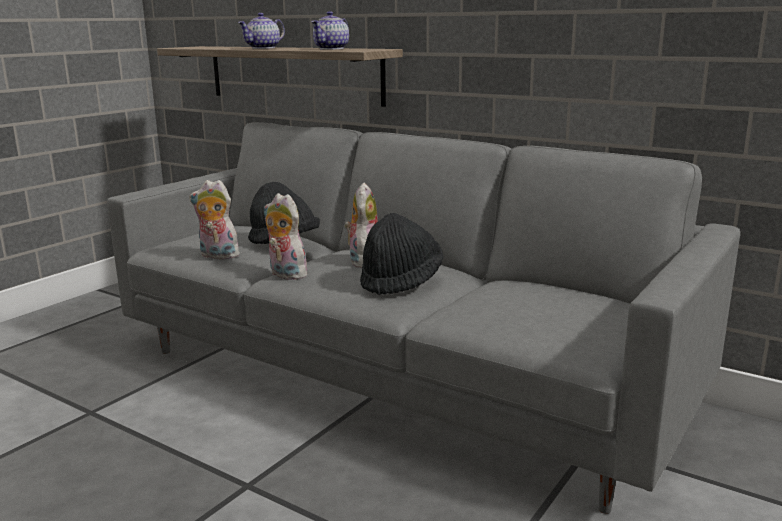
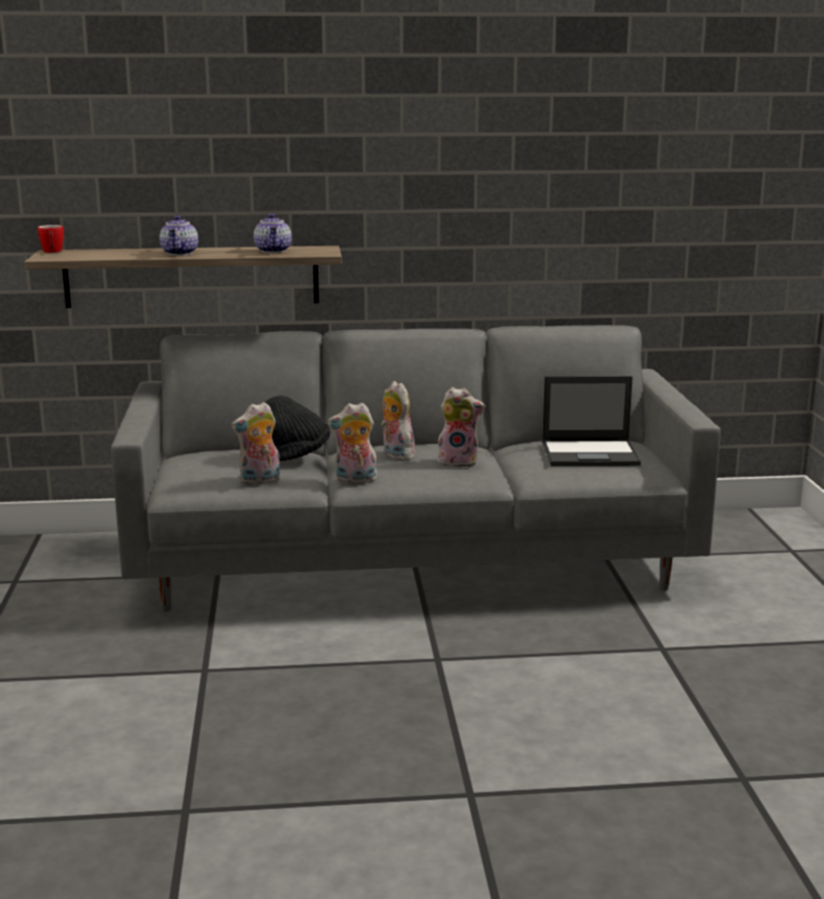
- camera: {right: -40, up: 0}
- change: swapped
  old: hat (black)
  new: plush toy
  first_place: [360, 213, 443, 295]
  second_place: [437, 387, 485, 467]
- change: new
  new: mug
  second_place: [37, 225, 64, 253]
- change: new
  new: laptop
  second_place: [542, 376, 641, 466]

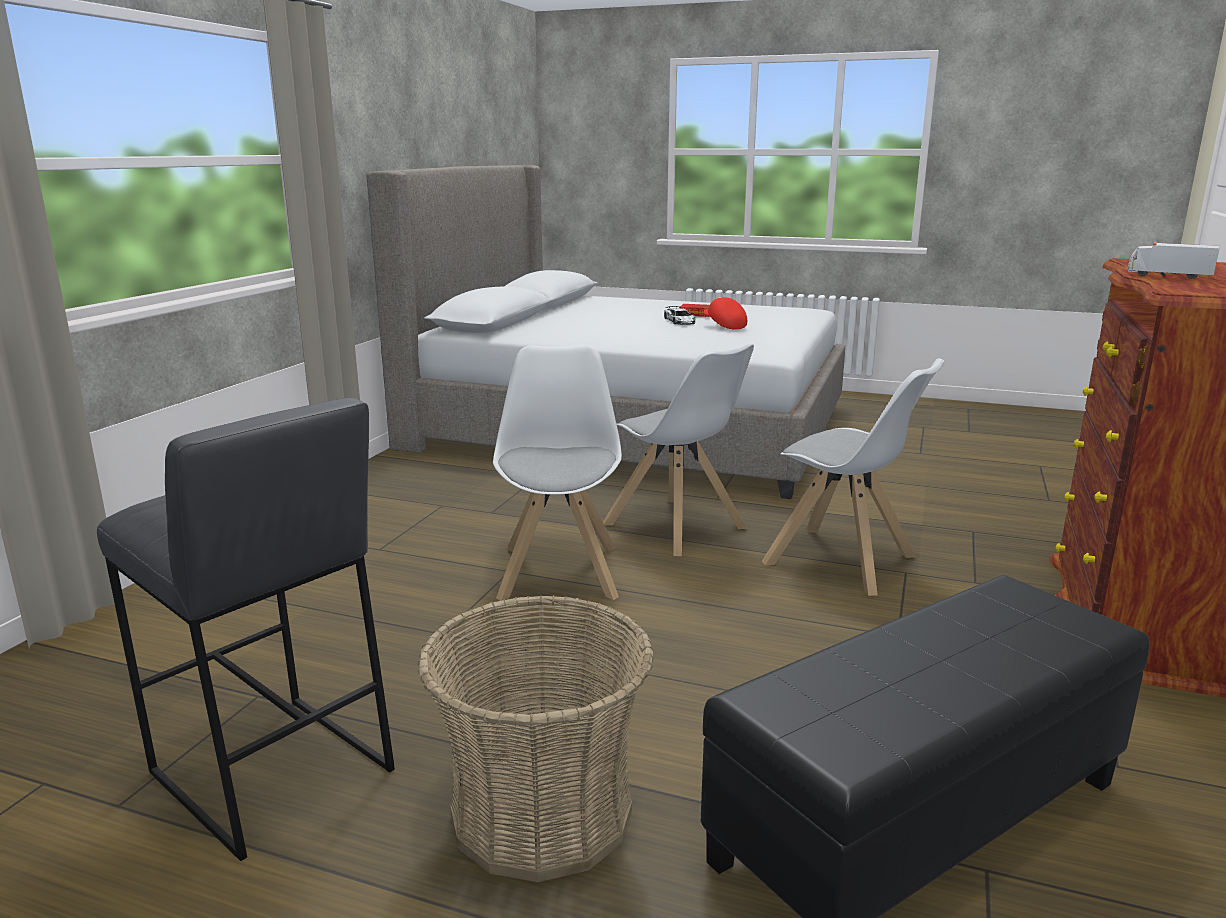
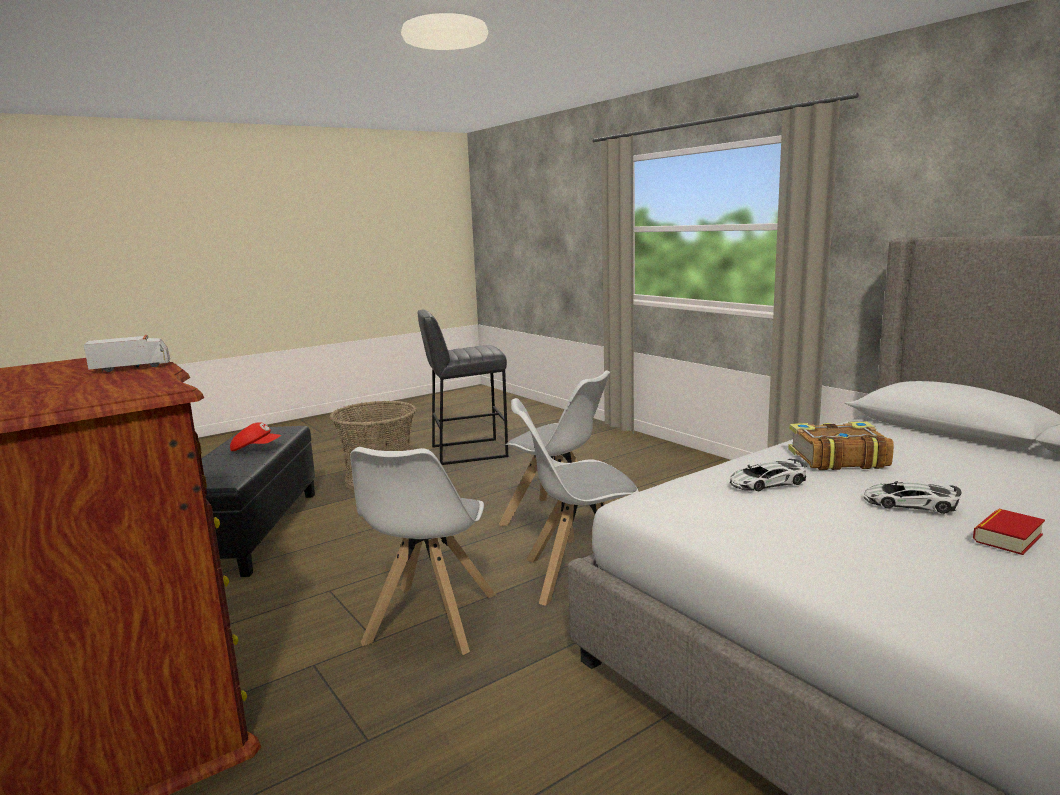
- camera: {right: 125, up: -5}
- change: shifted
  old: cap (red)
  first_place: [703, 297, 747, 330]
  second_place: [230, 422, 281, 451]
- change: rotated
  old: chair
  first_place: [761, 358, 945, 596]
  second_place: [350, 447, 496, 655]
  degrees: -60
- change: new
  new: toy car
  second_place: [730, 459, 807, 491]
- change: new
  new: book
  second_place: [788, 421, 894, 470]

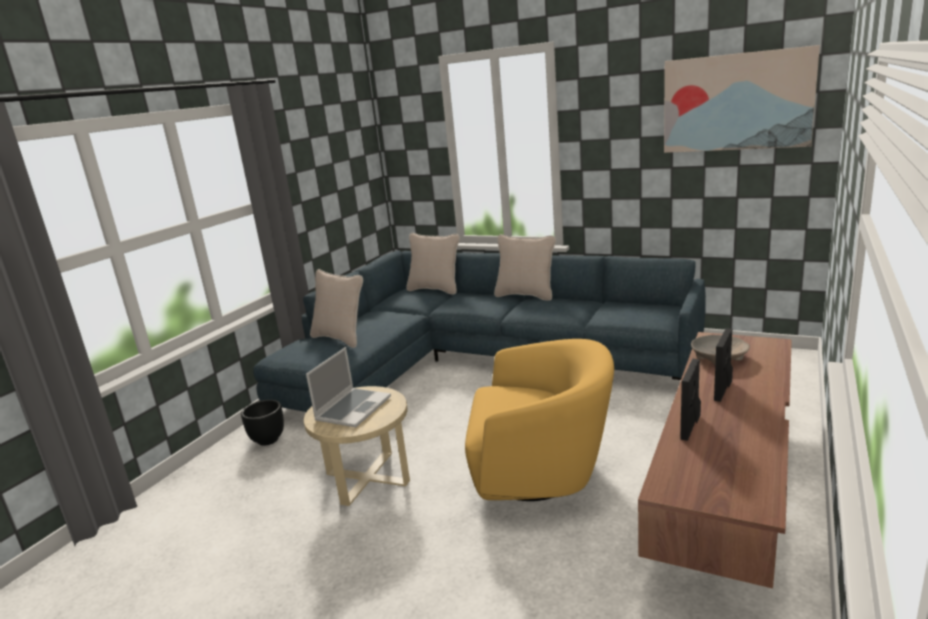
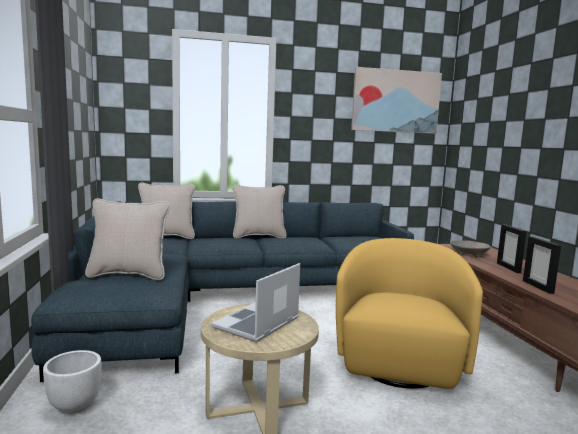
- camera: {right: -40, up: -10}
- change: repainted
  old: planter (black)
  new: planter (white)
  first_place: [241, 400, 284, 446]
  second_place: [43, 350, 102, 414]
- change: rotated
  old: laptop
  first_place: [306, 347, 391, 427]
  second_place: [211, 263, 300, 342]
  degrees: -135
- change: rotated
  old: armchair (yellow)
  first_place: [465, 339, 614, 501]
  second_place: [336, 238, 483, 389]
  degrees: -45

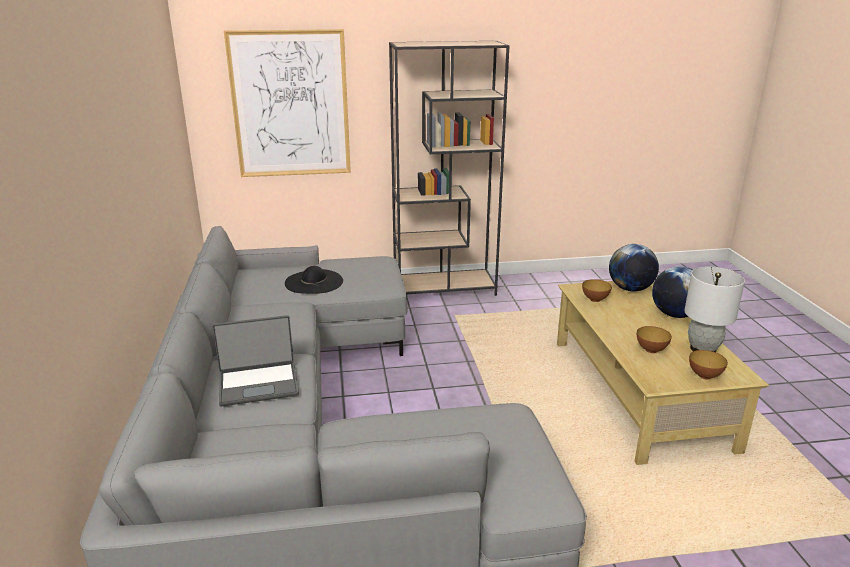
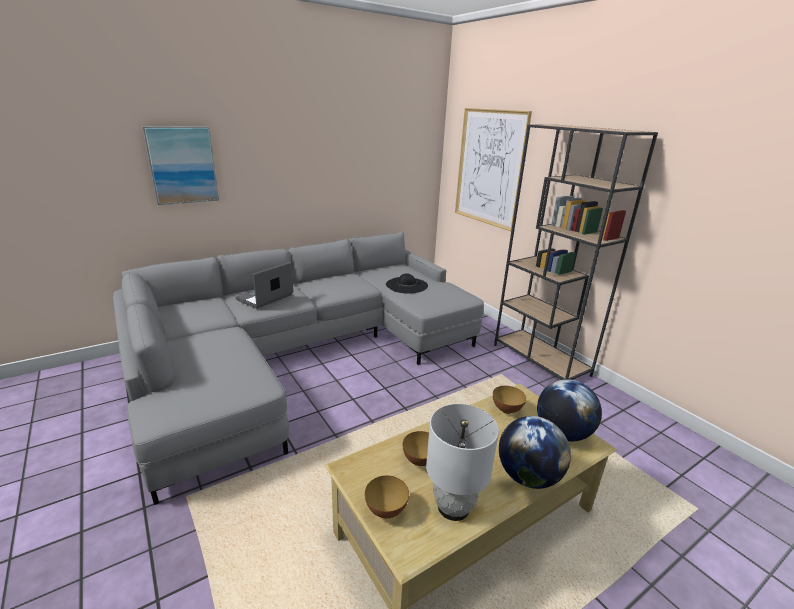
- camera: {right: 65, up: 0}
- change: rotated
  old: laptop
  first_place: [213, 315, 299, 407]
  second_place: [235, 262, 293, 309]
  degrees: 75
- change: new
  new: picture
  second_place: [142, 126, 219, 205]

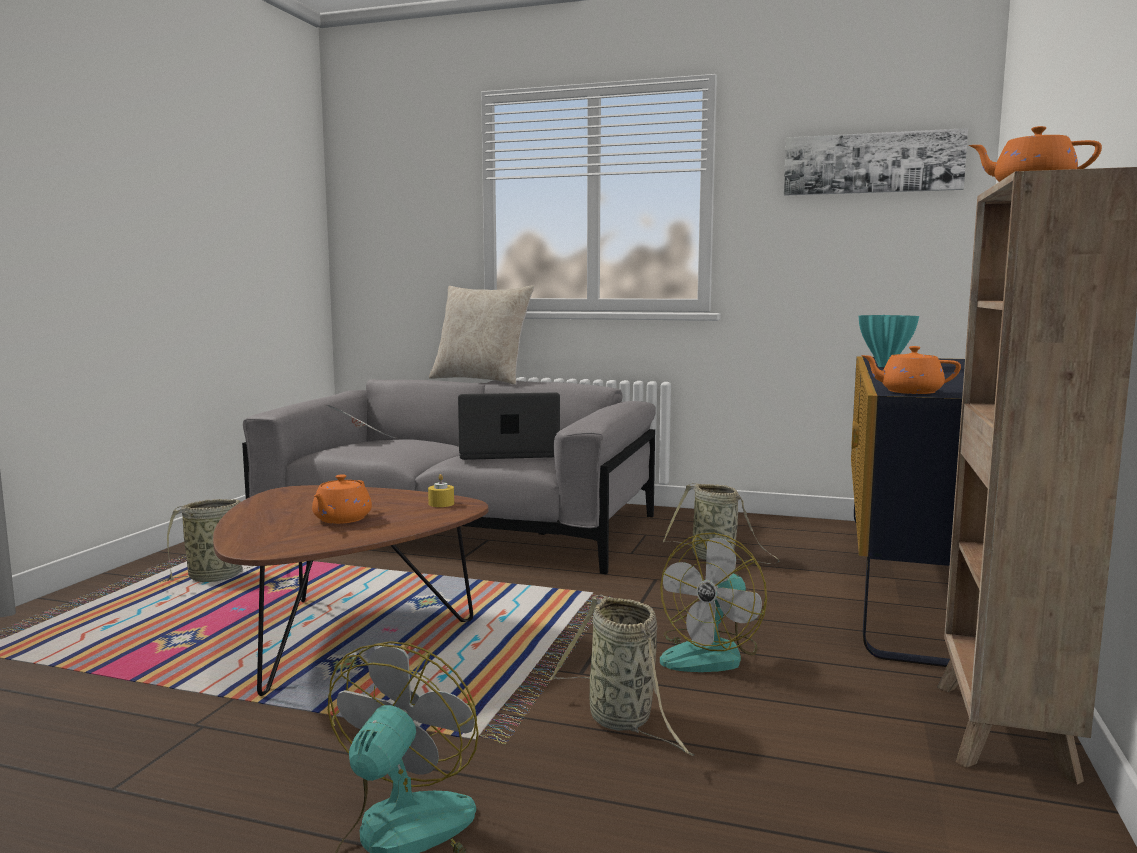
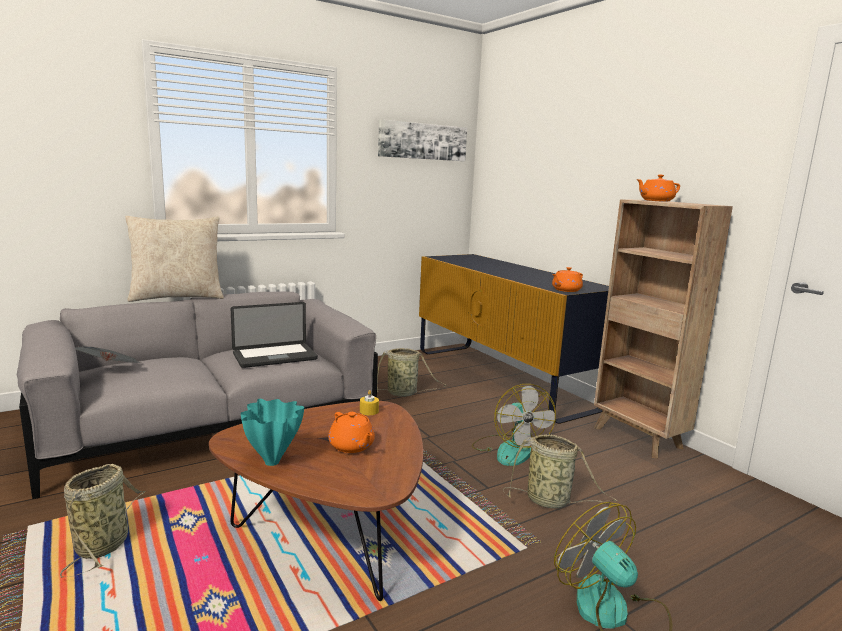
- camera: {right: -50, up: 5}
- change: rotated
  old: laptop
  first_place: [458, 392, 560, 460]
  second_place: [231, 302, 318, 368]
  degrees: -150
- change: shifted
  old: vase (turquoise)
  first_place: [859, 315, 919, 367]
  second_place: [241, 399, 304, 466]

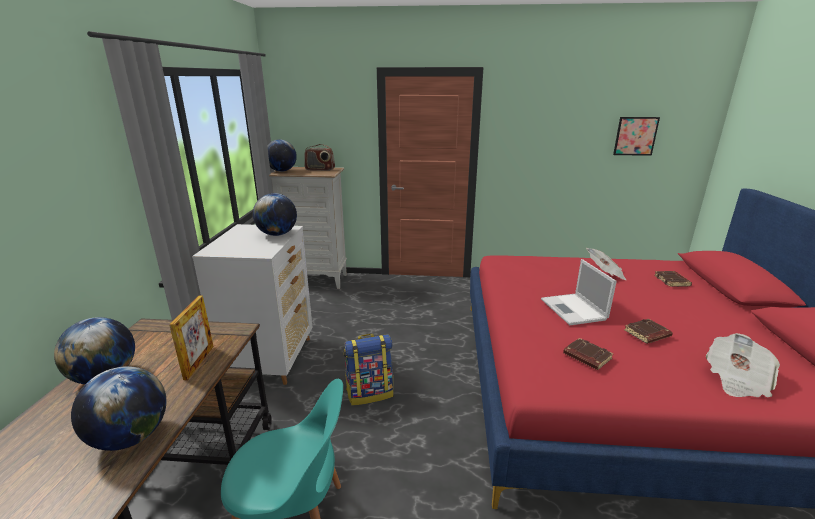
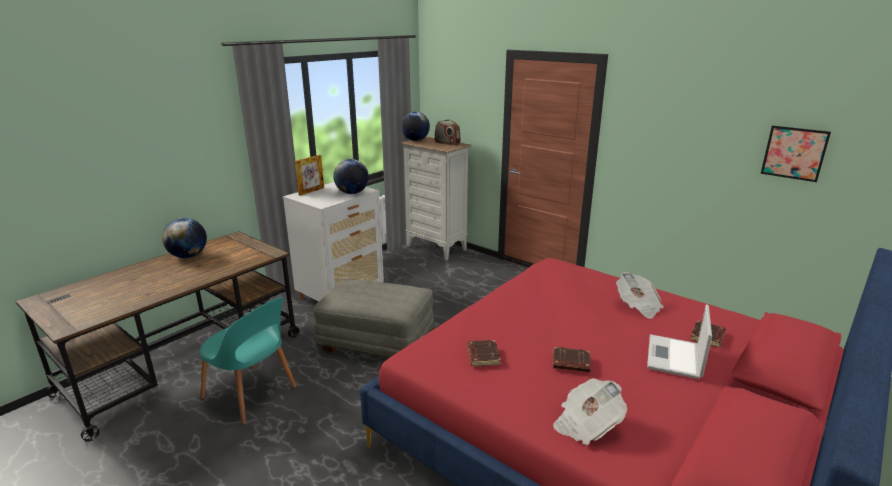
- camera: {right: 35, up: 0}
- change: gone
  old: globe
  first_place: [71, 366, 167, 451]
- change: shifted
  old: picture frame
  first_place: [169, 295, 214, 380]
  second_place: [295, 155, 324, 196]
- change: swapped
  old: backpack
  new: ottoman (grey)
  first_place: [344, 334, 394, 406]
  second_place: [314, 279, 434, 358]
- change: shifted
  old: laptop
  first_place: [541, 259, 617, 325]
  second_place: [647, 304, 712, 379]

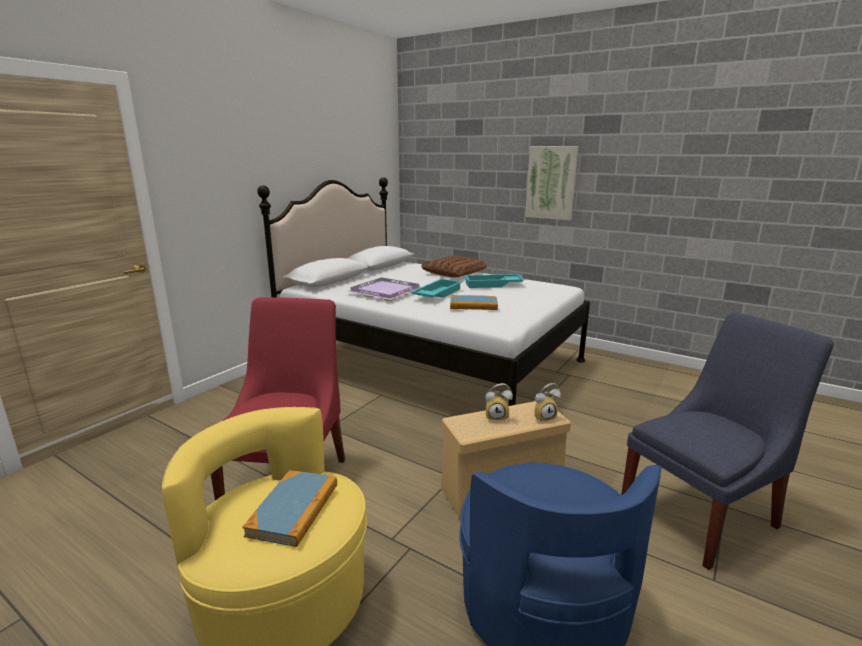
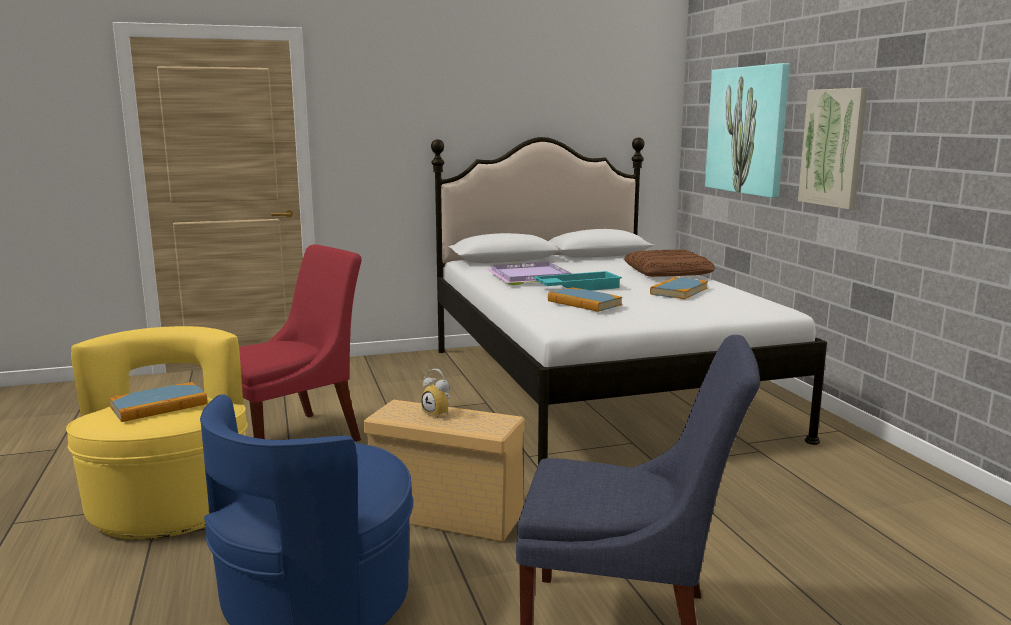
- camera: {right: 40, up: -5}
- change: swapped
  old: tray (turquoise)
  new: book
  first_place: [465, 274, 524, 288]
  second_place: [650, 277, 708, 299]
- change: gone
  old: alarm clock
  first_place: [534, 383, 561, 422]
- change: new
  new: picture
  second_place: [705, 63, 790, 198]

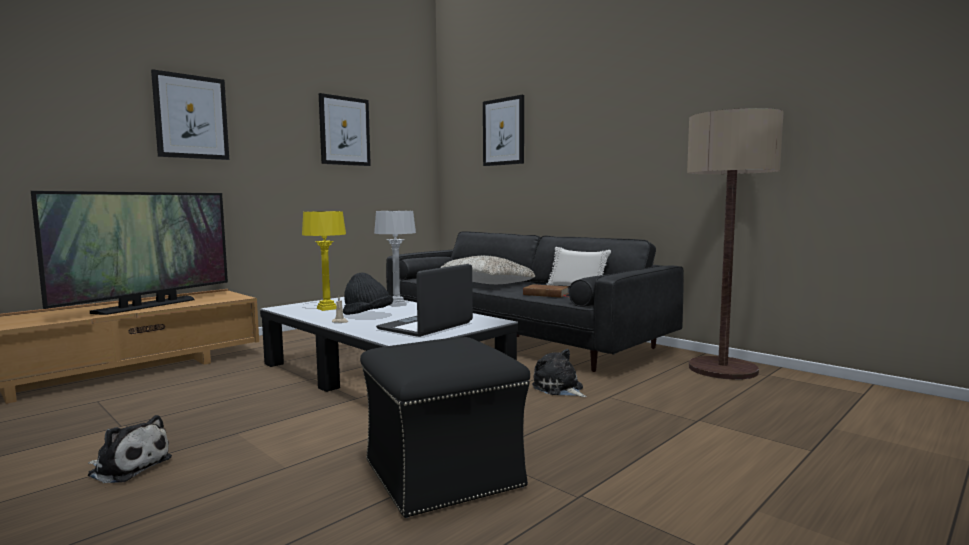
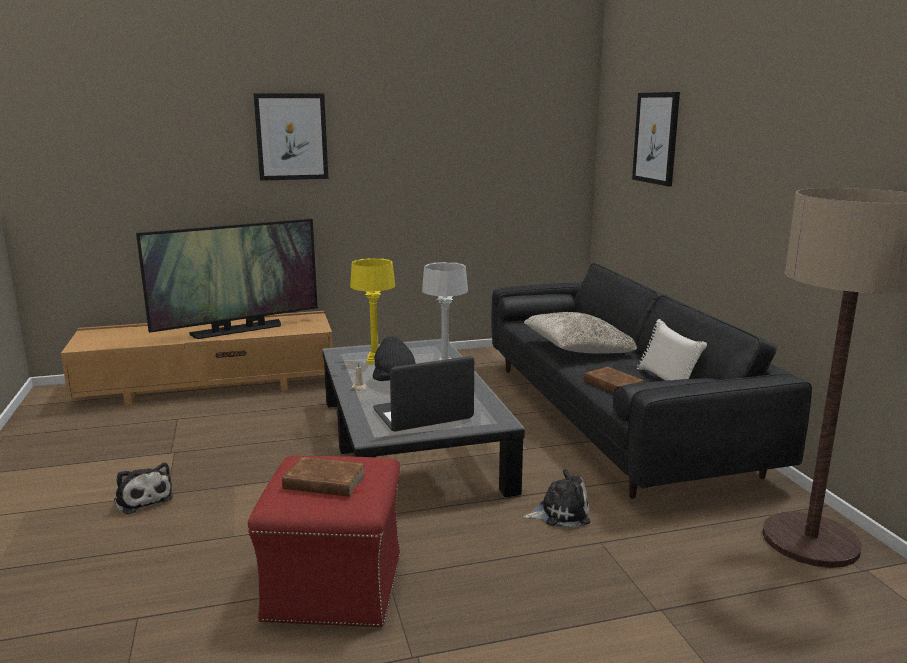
- camera: {right: 30, up: 10}
- change: gone
  old: picture
  first_place: [319, 93, 371, 166]
- change: repainted
  old: ottoman (black)
  new: ottoman (red)
  first_place: [360, 337, 530, 518]
  second_place: [248, 456, 401, 627]
- change: rotated
  old: plush toy
  first_place: [532, 349, 587, 397]
  second_place: [523, 469, 590, 528]
  degrees: 90
- change: new
  new: book (brown)
  second_place: [282, 457, 367, 497]

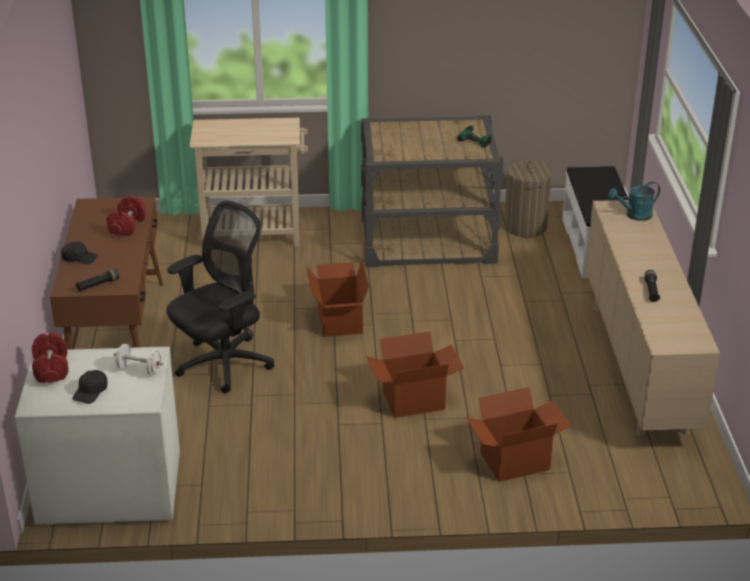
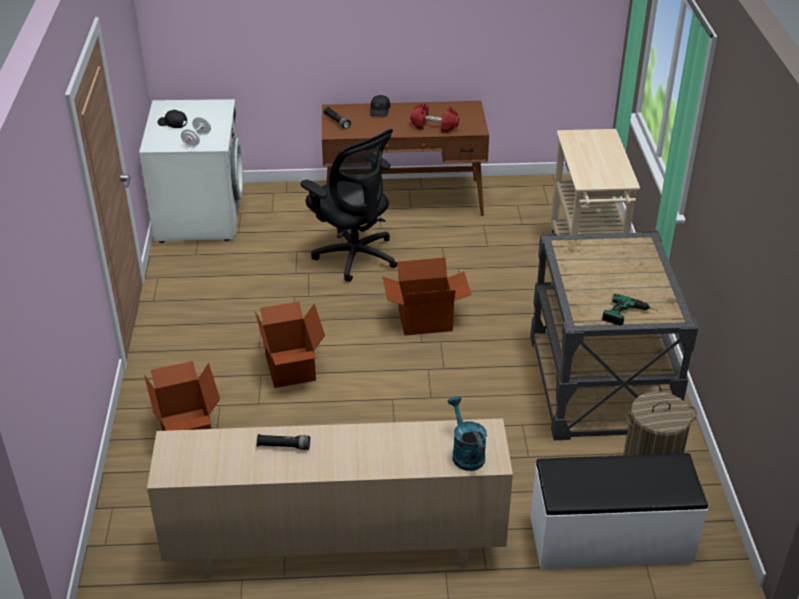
- camera: {right: 90, up: 5}
- change: gone
  old: dumbbell (red)
  first_place: [32, 333, 69, 383]

